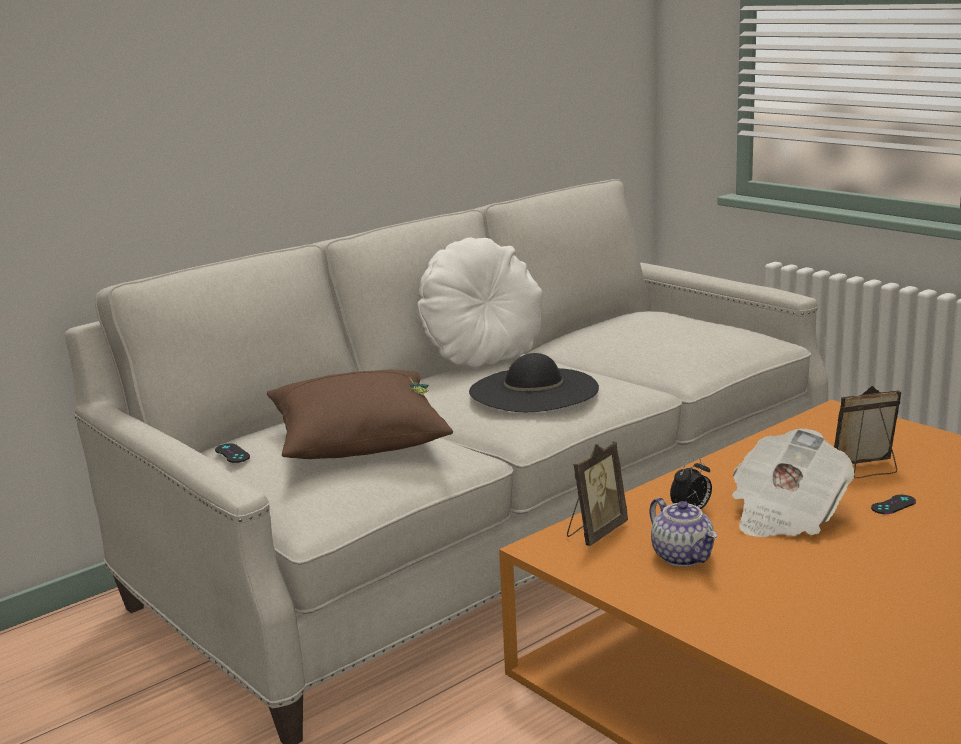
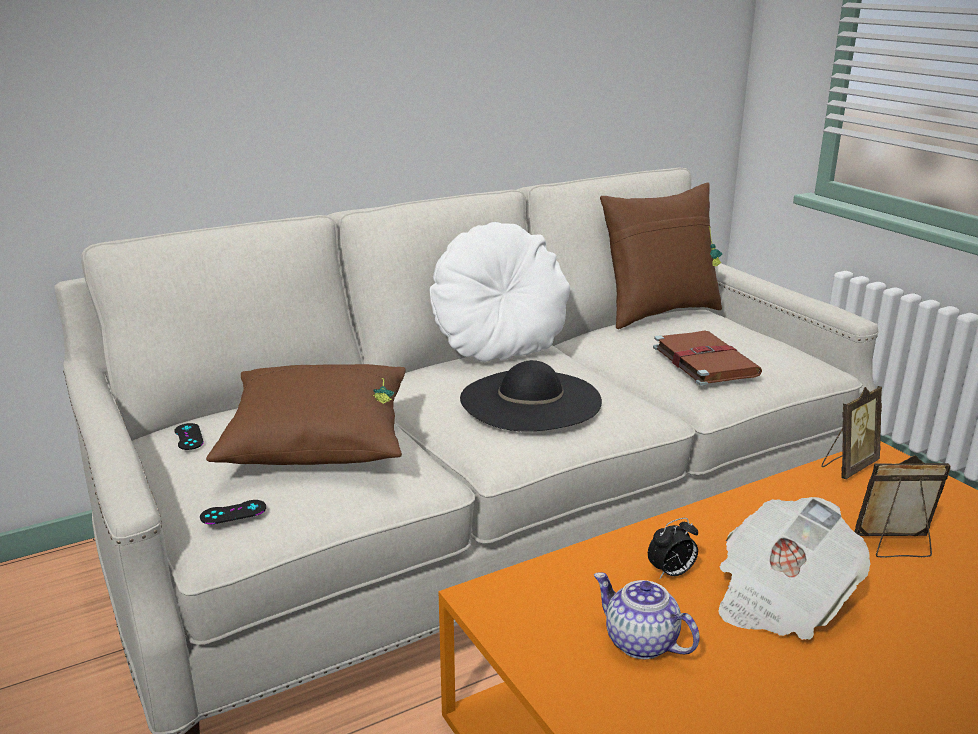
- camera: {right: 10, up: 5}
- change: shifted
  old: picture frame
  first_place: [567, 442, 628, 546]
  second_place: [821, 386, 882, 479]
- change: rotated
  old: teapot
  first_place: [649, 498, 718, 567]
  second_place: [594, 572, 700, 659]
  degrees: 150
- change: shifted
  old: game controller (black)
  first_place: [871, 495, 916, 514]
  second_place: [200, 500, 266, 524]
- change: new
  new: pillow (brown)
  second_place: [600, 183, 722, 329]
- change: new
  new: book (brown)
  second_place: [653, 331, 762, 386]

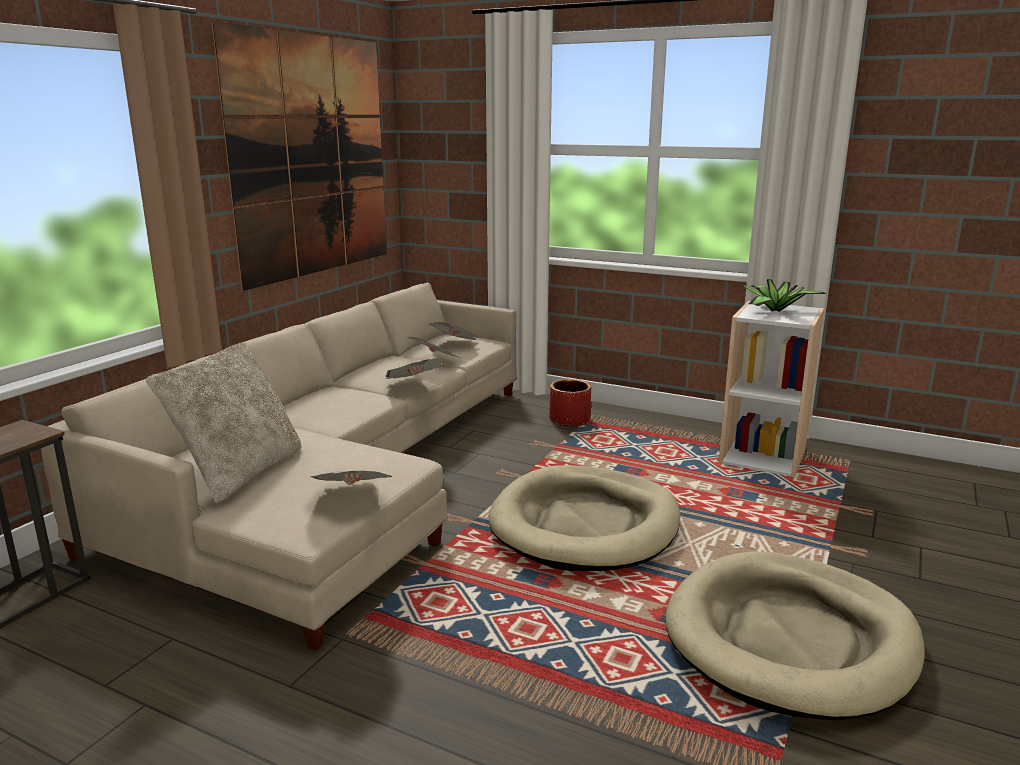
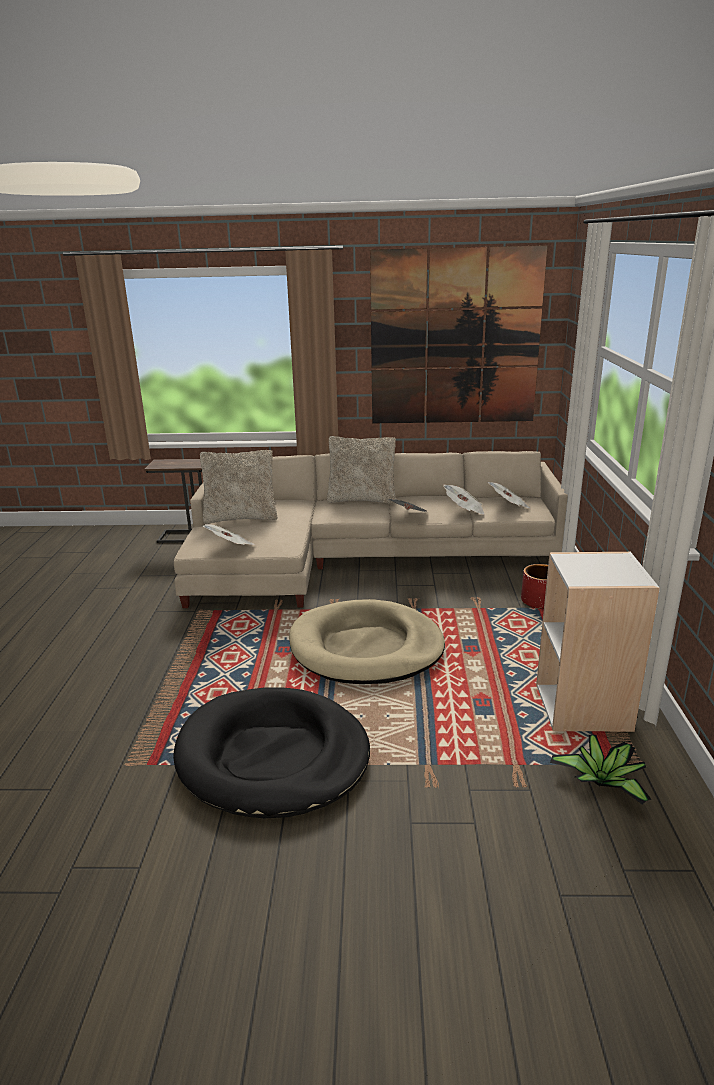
- camera: {right: 65, up: 5}
- change: repainted
  old: dog bed (beige)
  new: dog bed (black)
  first_place: [665, 551, 925, 720]
  second_place: [173, 688, 370, 818]
- change: shifted
  old: potted plant
  first_place: [741, 279, 826, 312]
  second_place: [550, 735, 651, 805]
- change: new
  new: pillow (beige)
  second_place: [327, 436, 396, 504]

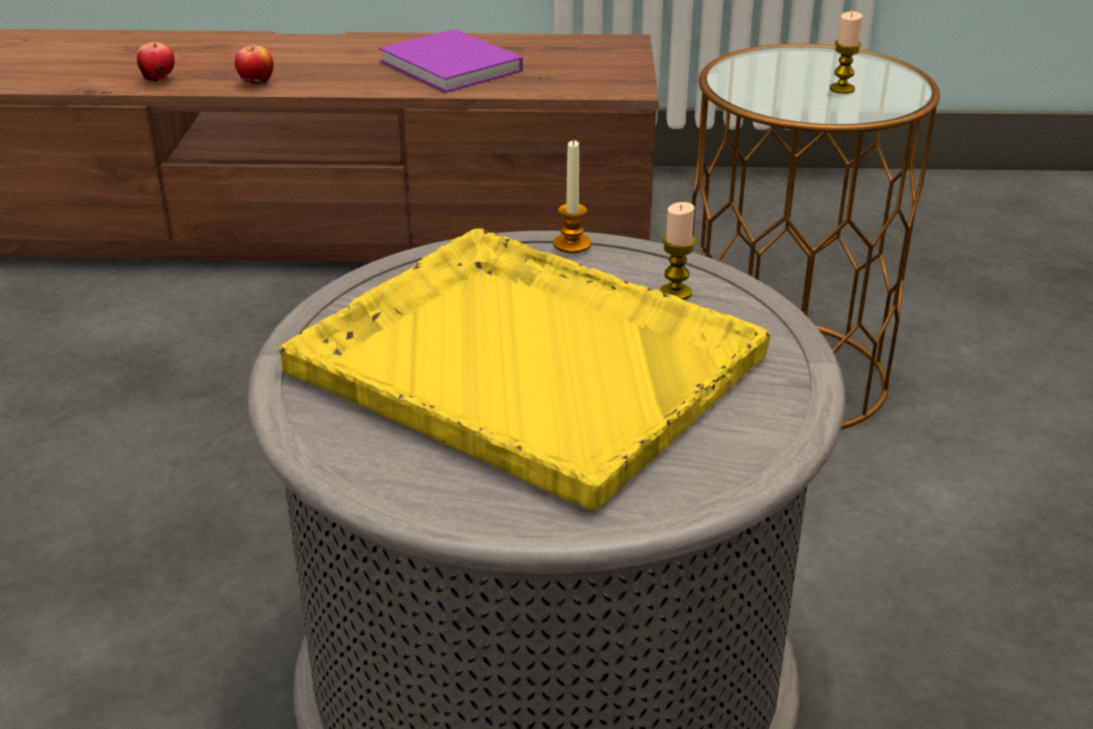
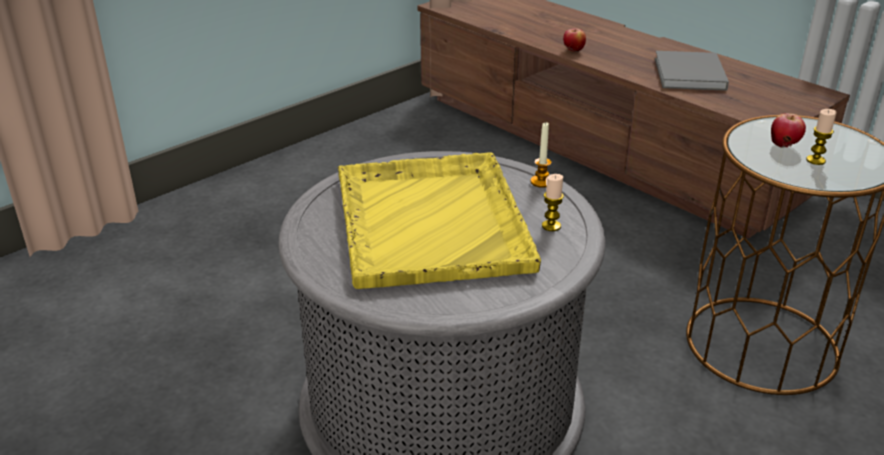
- camera: {right: 45, up: 0}
- change: shifted
  old: apple
  first_place: [137, 42, 175, 82]
  second_place: [771, 113, 806, 148]
- change: repainted
  old: book (purple)
  new: book (grey)
  first_place: [379, 29, 523, 93]
  second_place: [655, 51, 729, 91]

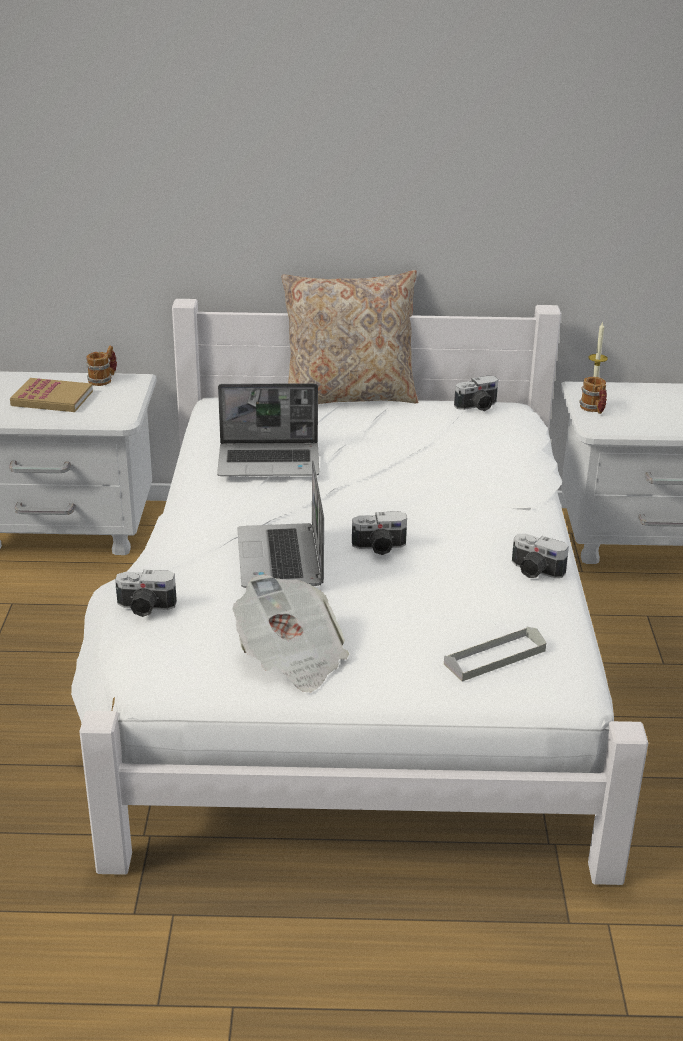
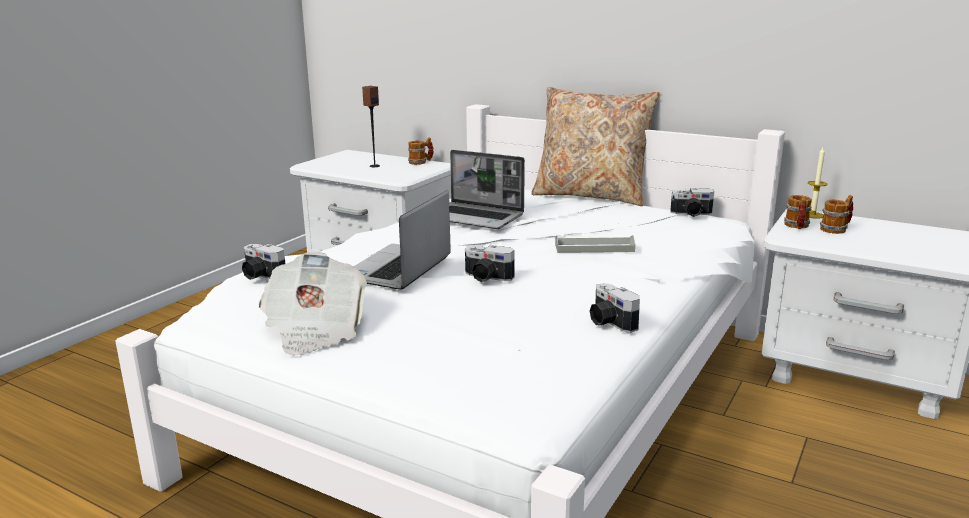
- camera: {right: 30, up: -10}
- change: swapped
  old: book
  new: speaker
  first_place: [10, 378, 93, 412]
  second_place: [362, 86, 380, 167]
- change: shifted
  old: tray (grey)
  first_place: [444, 627, 546, 681]
  second_place: [555, 235, 635, 253]
- change: new
  new: mug
  second_place: [820, 195, 853, 234]

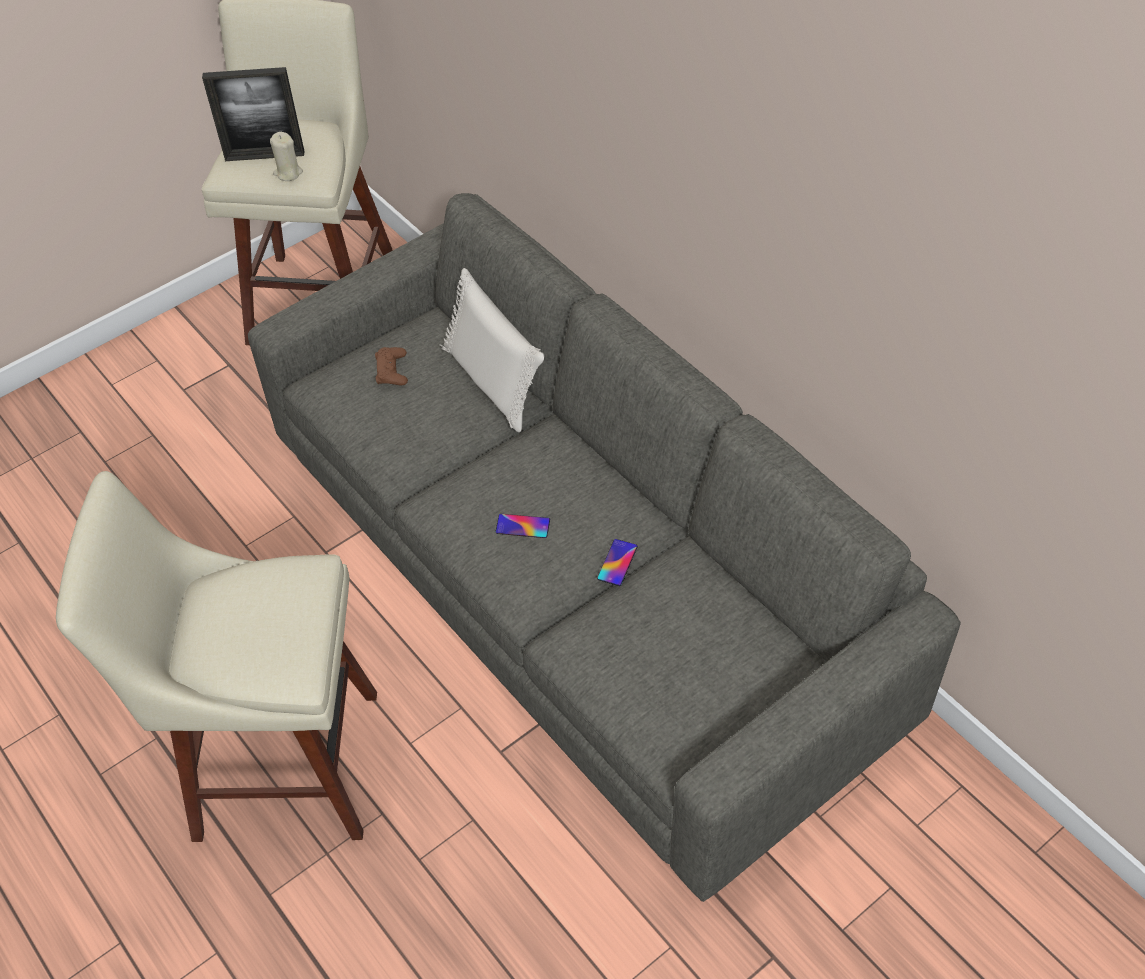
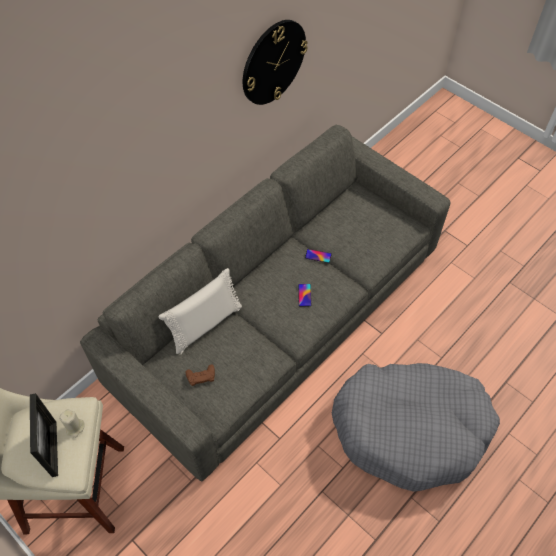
- camera: {right: -100, up: 5}
- change: swapped
  old: stool (beige)
  new: dog bed (grey)
  first_place: [56, 471, 377, 842]
  second_place: [332, 363, 500, 492]
- change: new
  new: wall clock
  second_place: [243, 20, 308, 105]

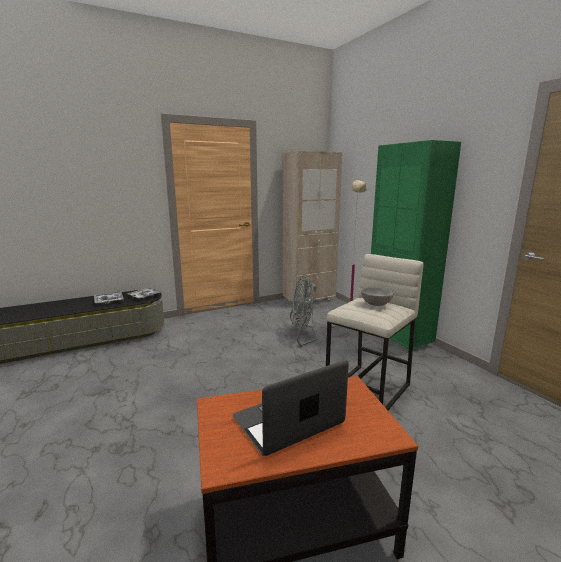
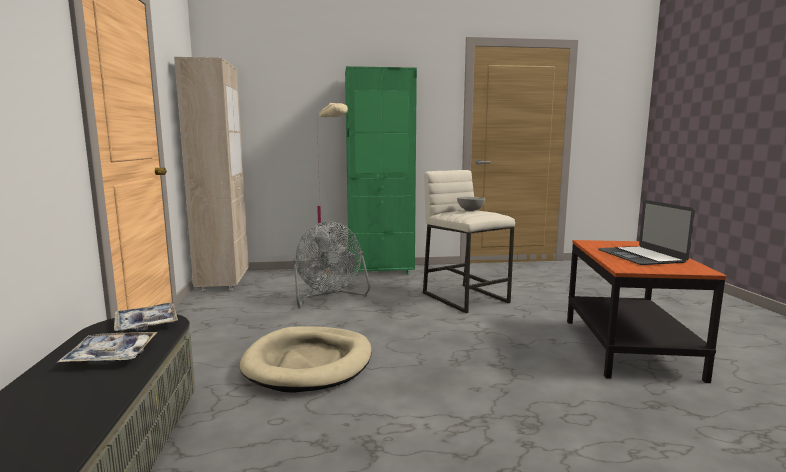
- camera: {right: -70, up: -5}
- change: rotated
  old: fan (grey)
  first_place: [290, 276, 335, 347]
  second_place: [293, 221, 370, 309]
  degrees: -45
- change: new
  new: dog bed (beige)
  second_place: [240, 326, 371, 393]

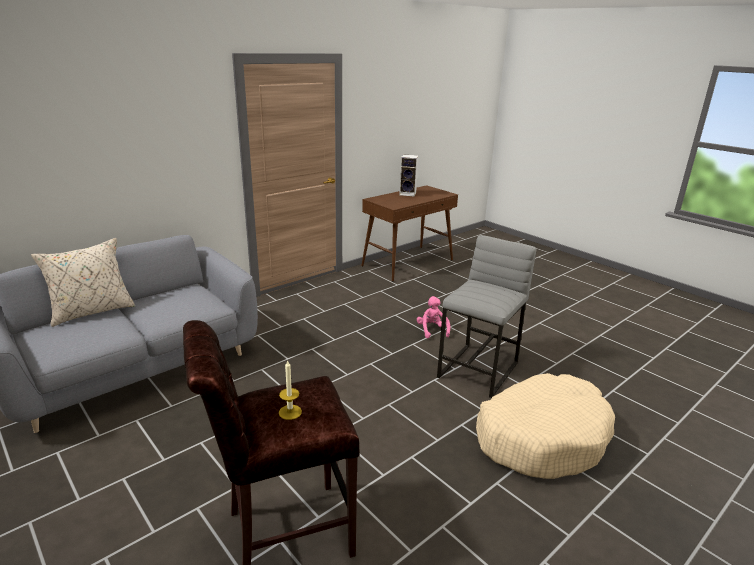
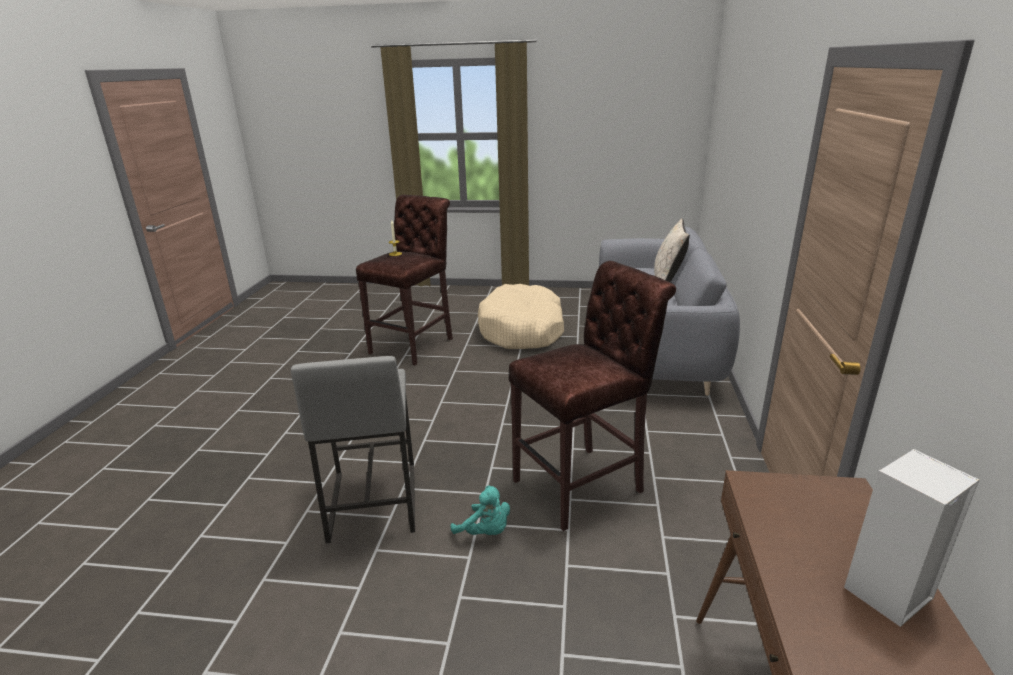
- camera: {right: 140, up: 0}
- change: repainted
  old: plush toy (pink)
  new: plush toy (turquoise)
  first_place: [417, 296, 450, 338]
  second_place: [450, 485, 510, 535]
- change: shifted
  old: dog bed (beige)
  first_place: [476, 373, 615, 479]
  second_place: [478, 284, 564, 349]
- change: new
  new: stool (brown)
  second_place: [509, 261, 676, 531]

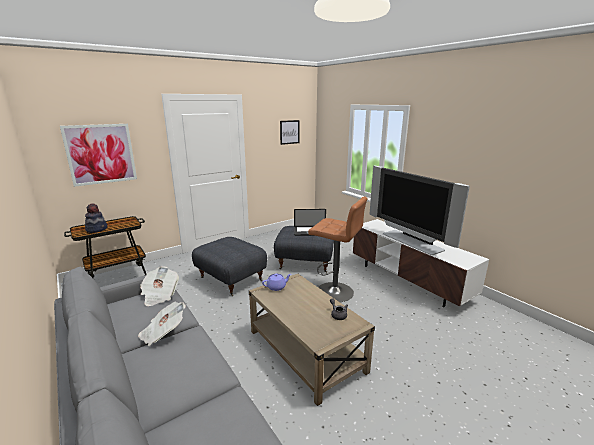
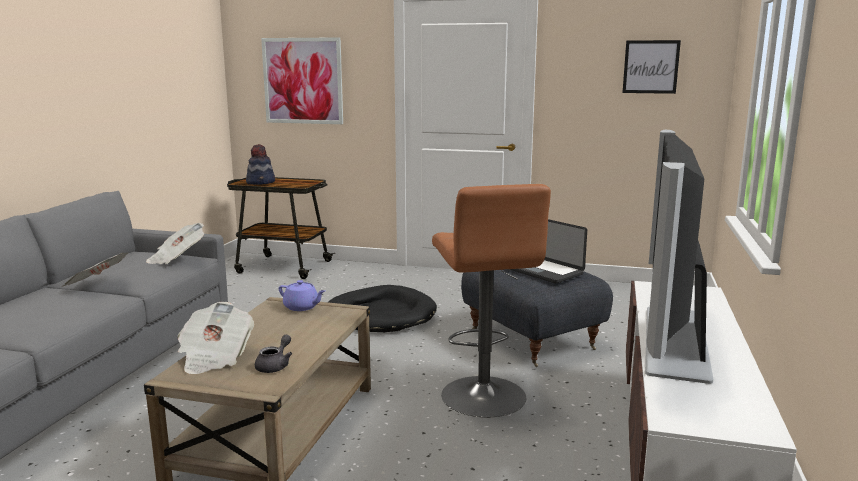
- camera: {right: 50, up: -5}
- change: swapped
  old: ottoman (grey)
  new: dog bed (black)
  first_place: [192, 237, 267, 296]
  second_place: [328, 285, 437, 332]
- change: new
  new: newspaper
  second_place: [177, 302, 254, 374]

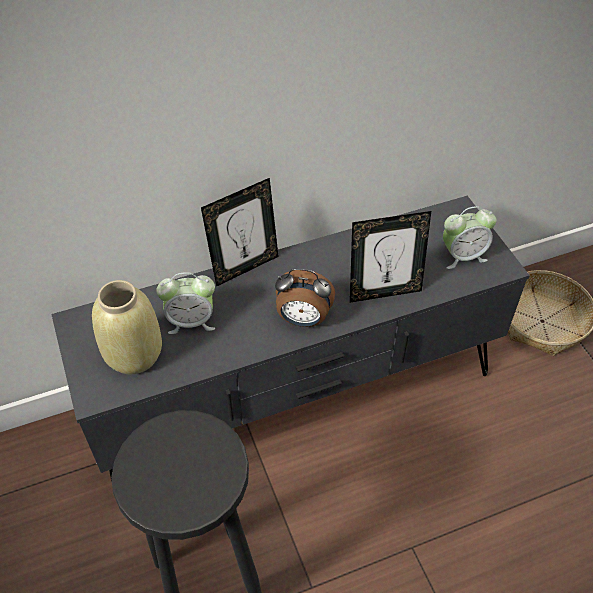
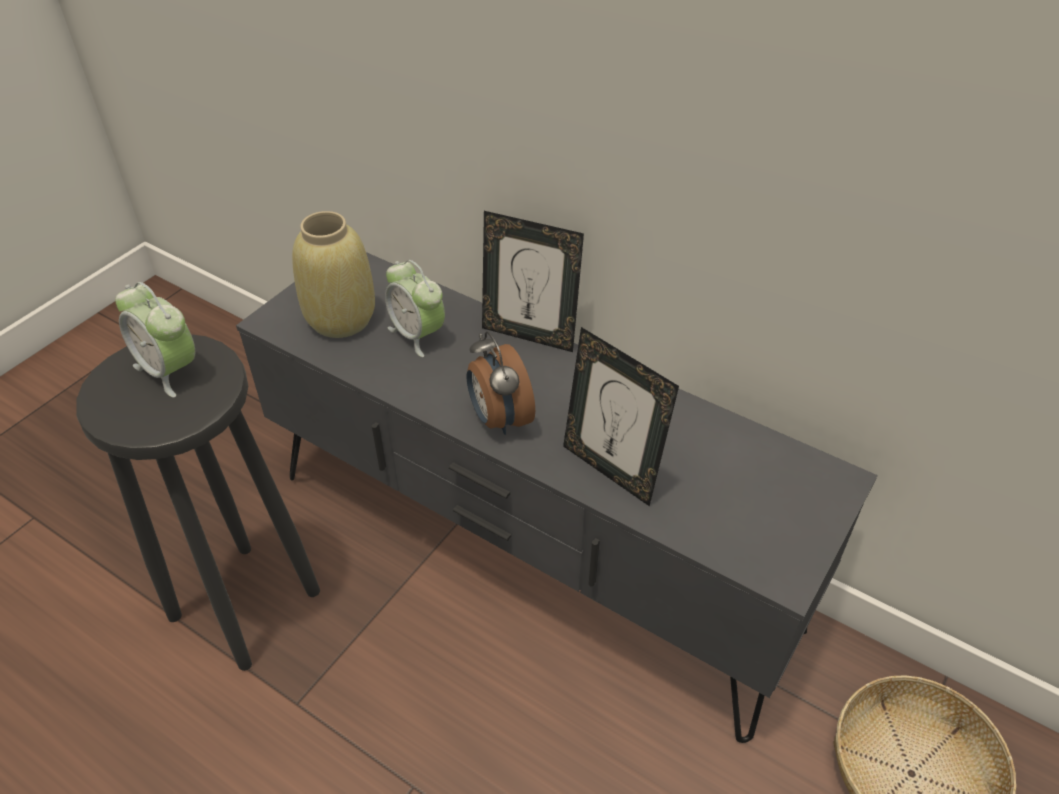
- camera: {right: 55, up: -5}
- change: shifted
  old: alarm clock
  first_place: [443, 206, 496, 269]
  second_place: [115, 282, 195, 398]

